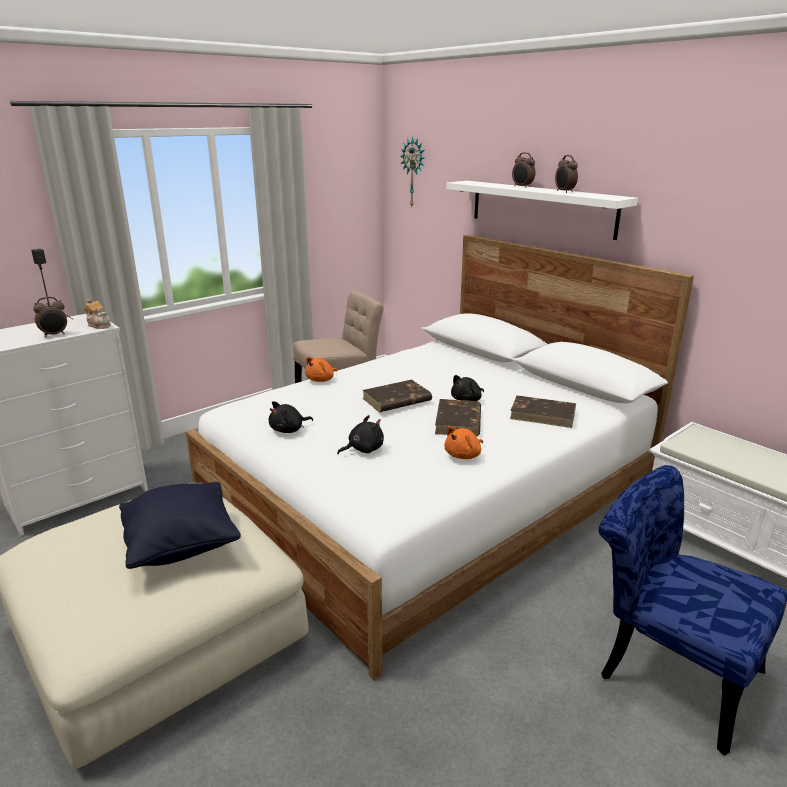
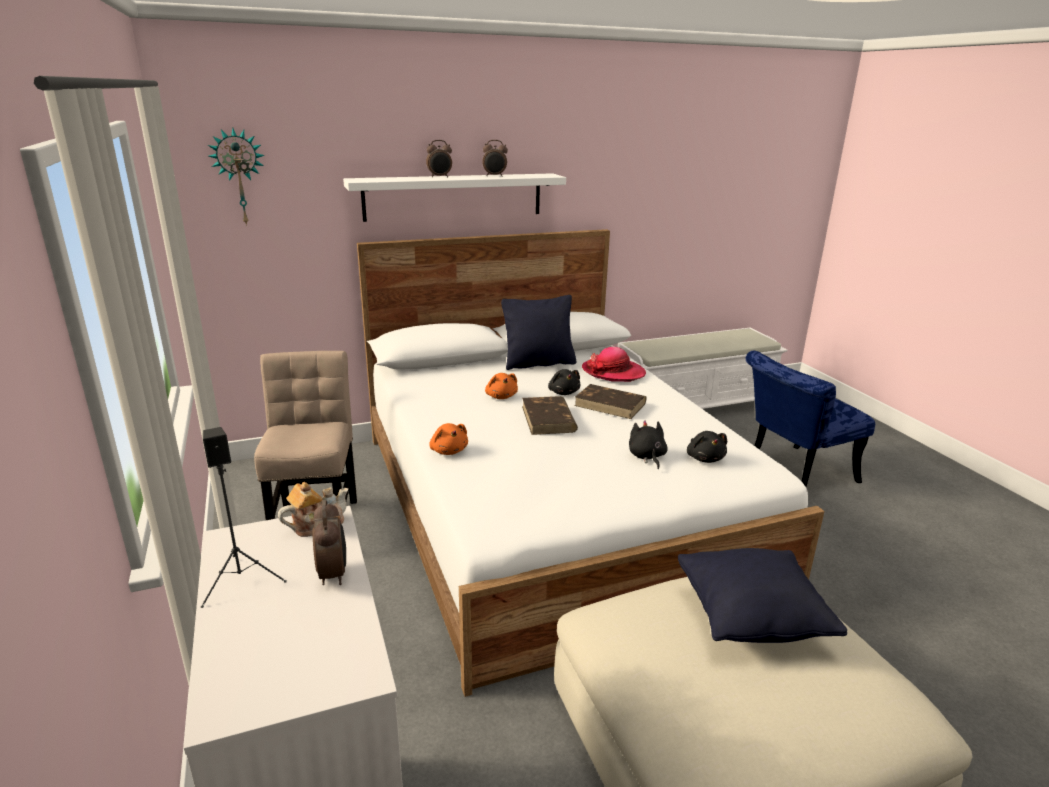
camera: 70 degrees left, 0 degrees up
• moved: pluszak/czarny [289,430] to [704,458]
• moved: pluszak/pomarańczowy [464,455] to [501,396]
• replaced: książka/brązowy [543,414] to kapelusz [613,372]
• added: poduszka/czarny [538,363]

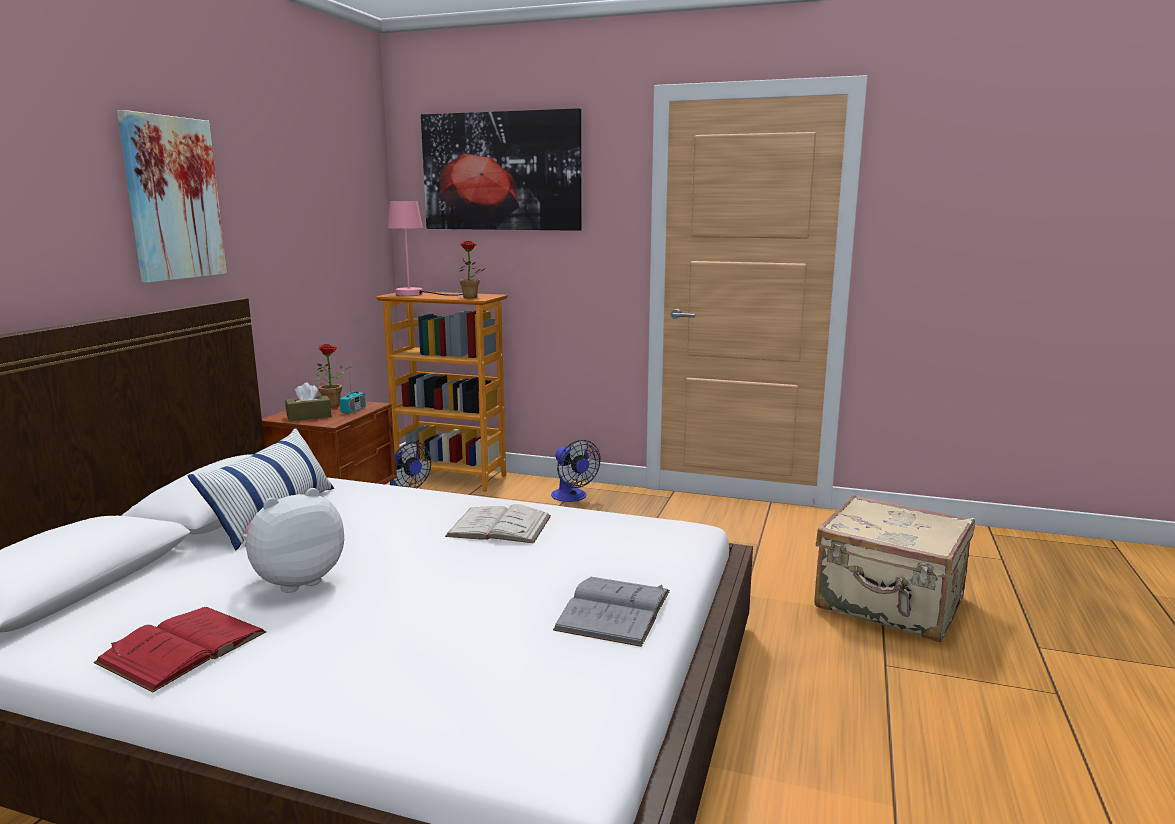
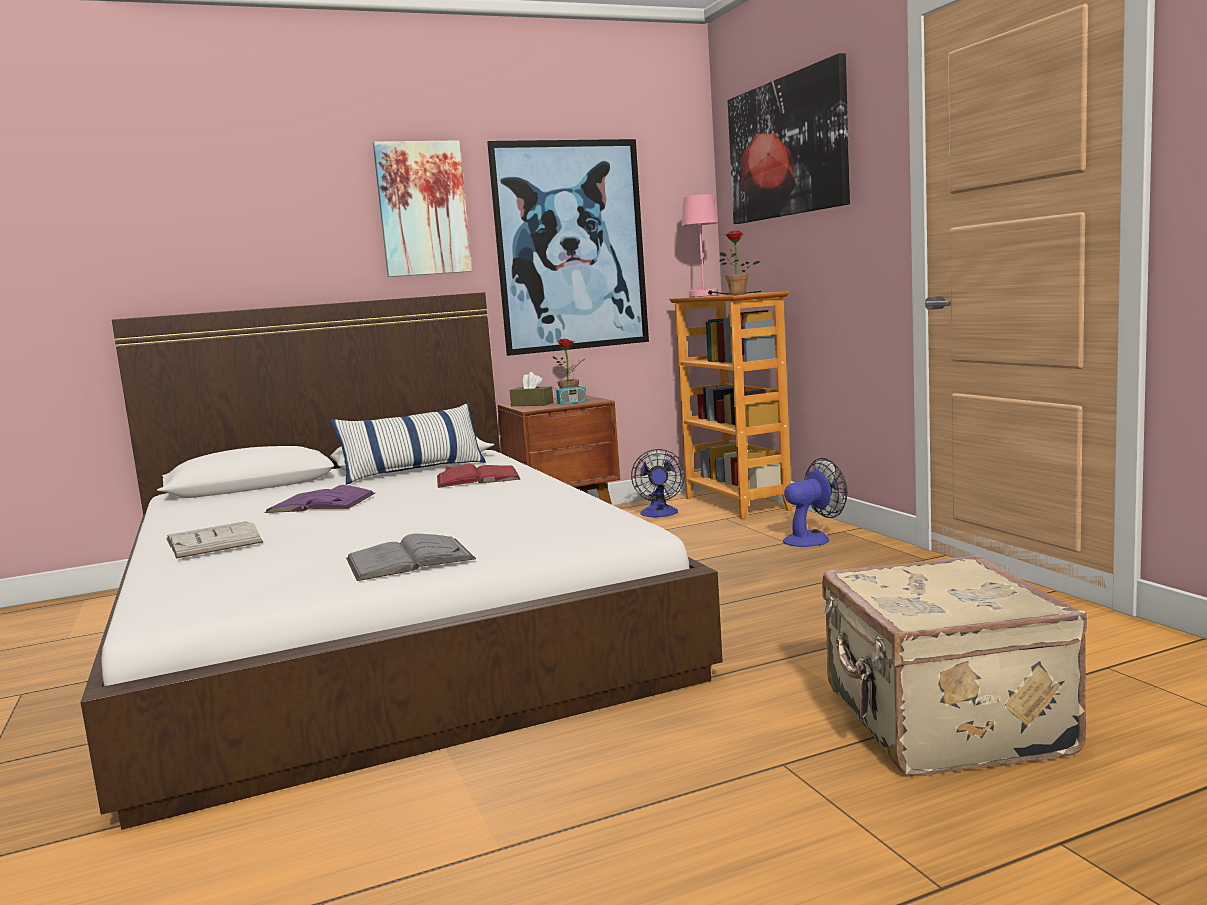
camera: 50 degrees right, 5 degrees down
• moved: książka/czerwony [183,647] to [477,478]
• replaced: pluszak [295,581] to książka/fioletowy [321,503]
• moved: książka/biały [499,526] to [213,540]
• turned: wentylator [572,497] = [813,539] 135 degrees counterclockwise
• added: obraz [570,246]

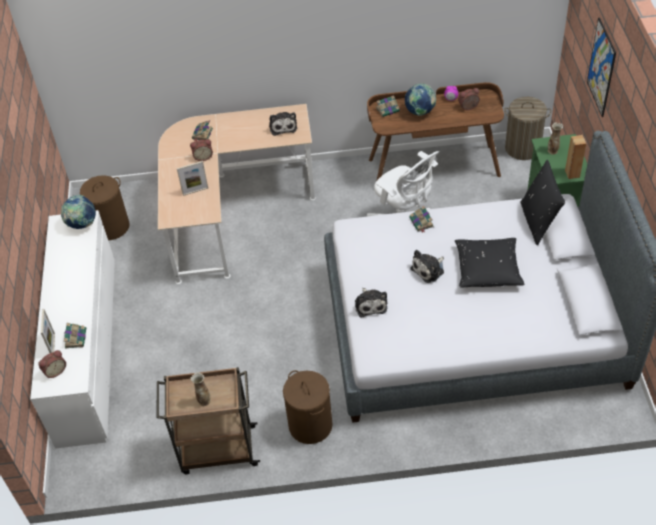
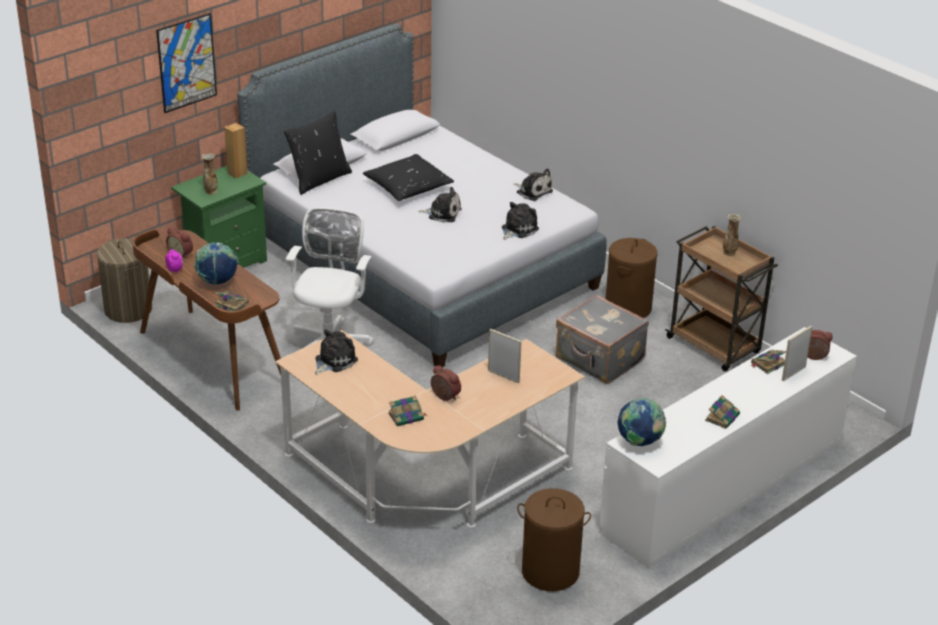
camera: 130 degrees left, 15 degrees down
• moved: książka [421,223] to [722,417]
• added: pluszak [533,191]
• added: walizka/szary [599,360]

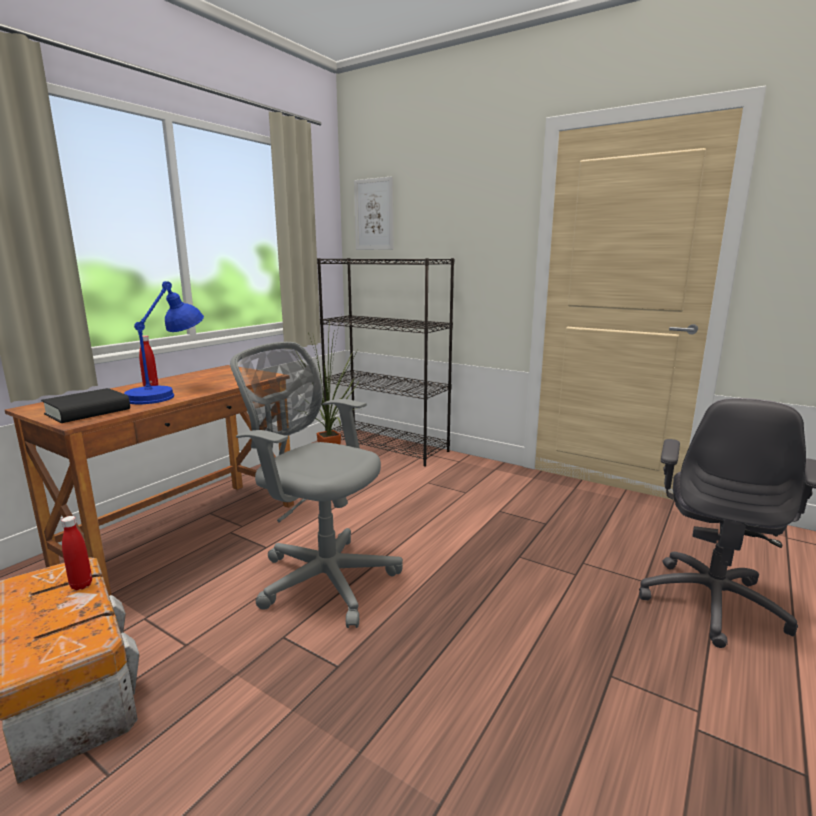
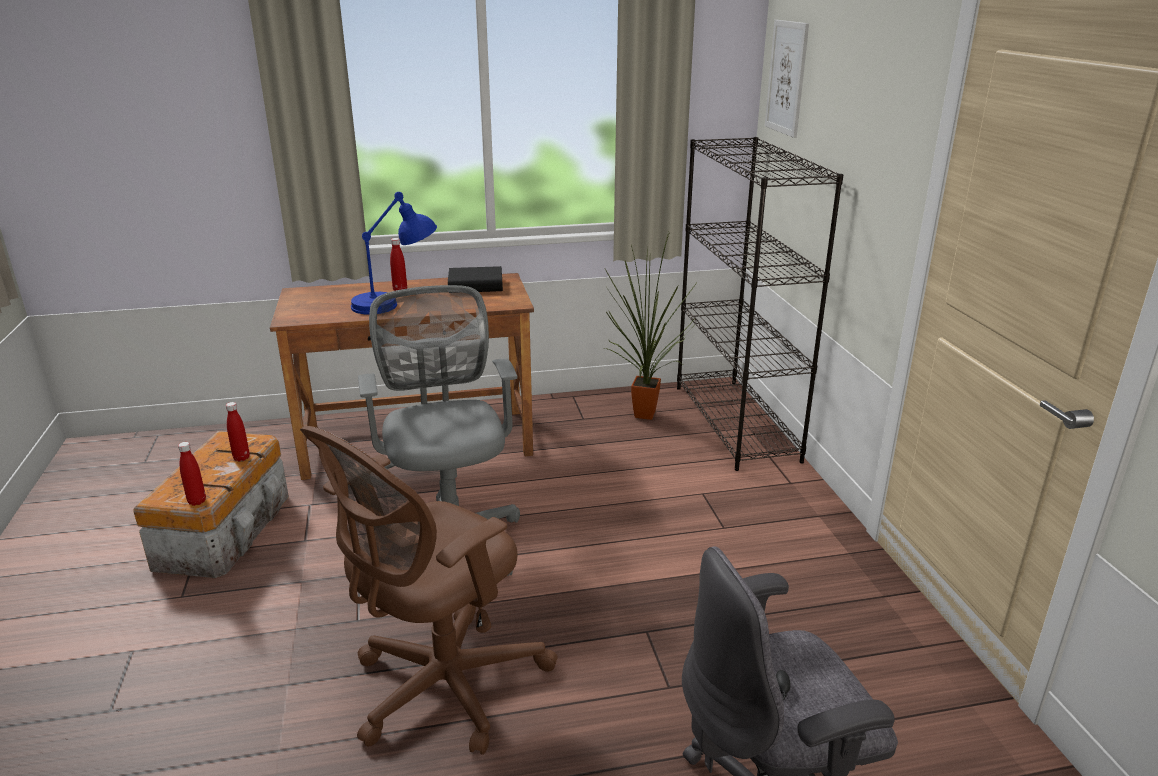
camera: 45 degrees right, 10 degrees up
• moved: książka/czarny [88,412] to [475,286]
• added: butelka/czerwony [197,501]
• added: krzesło biurowe/brązowy [440,688]

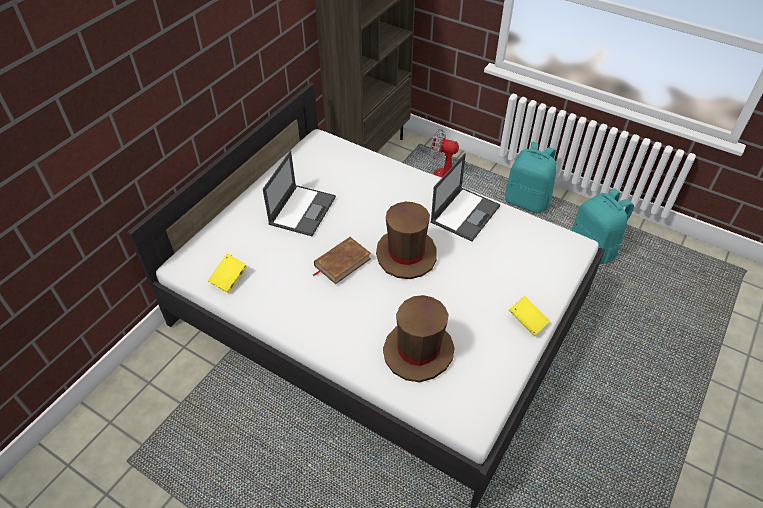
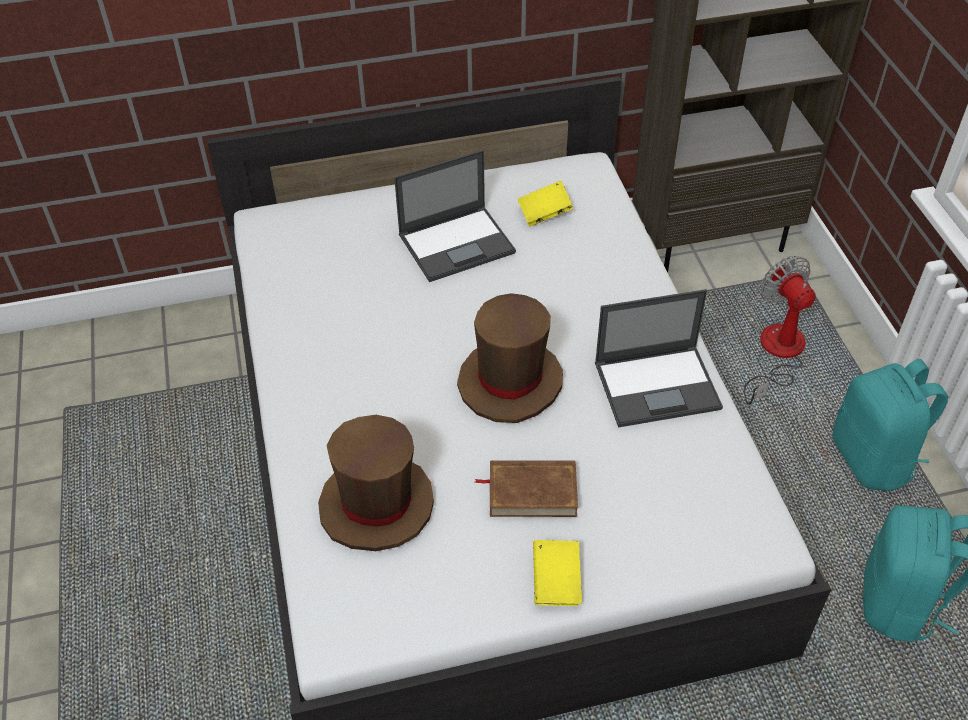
camera: 45 degrees right, 0 degrees up
• moved: książka/żółty [229,279] to [544,213]
• moved: książka/brązowy [342,262] to [532,491]

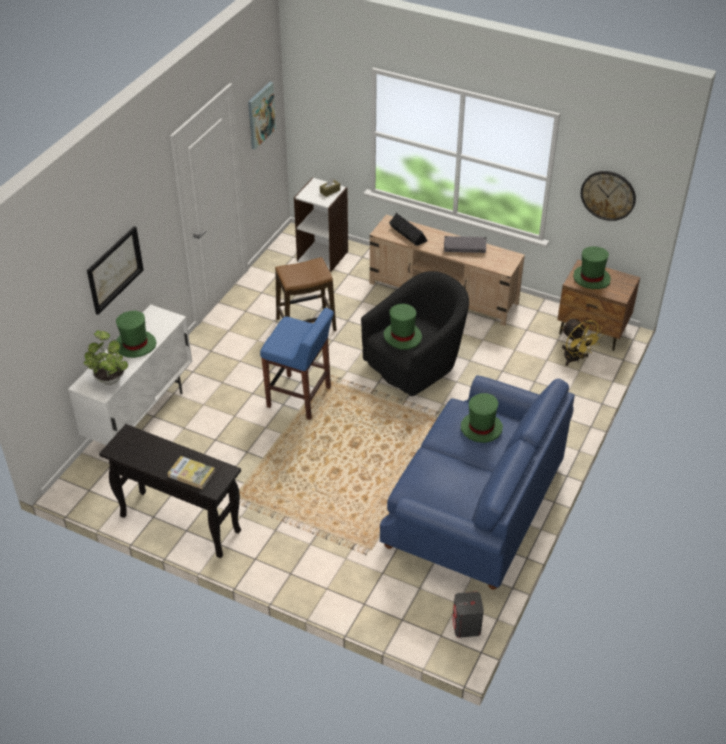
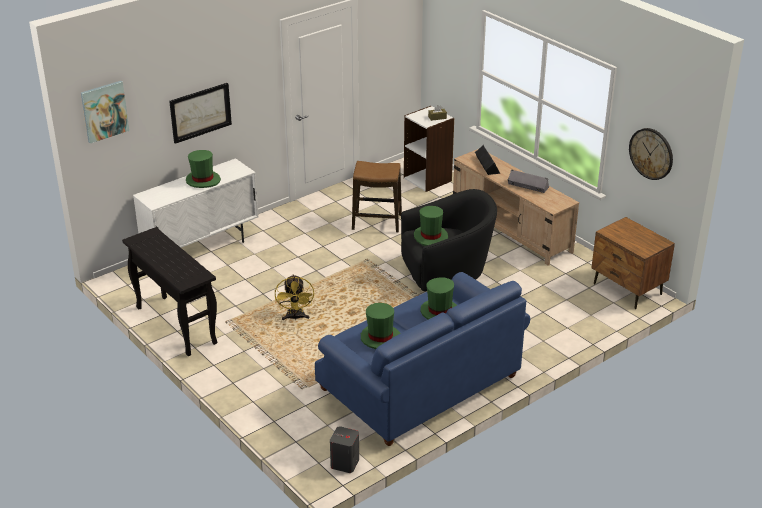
camera: 25 degrees right, 10 degrees down
• removed: roślina doniczkowa [109,377]
• removed: książka [191,474]
• moved: obraz [260,115] to [104,111]
• removed: stołek/niebieski [300,397]
• moved: wentylator/żółty [575,359] to [295,317]
• moved: kapelusz/zielony [591,278] to [380,338]

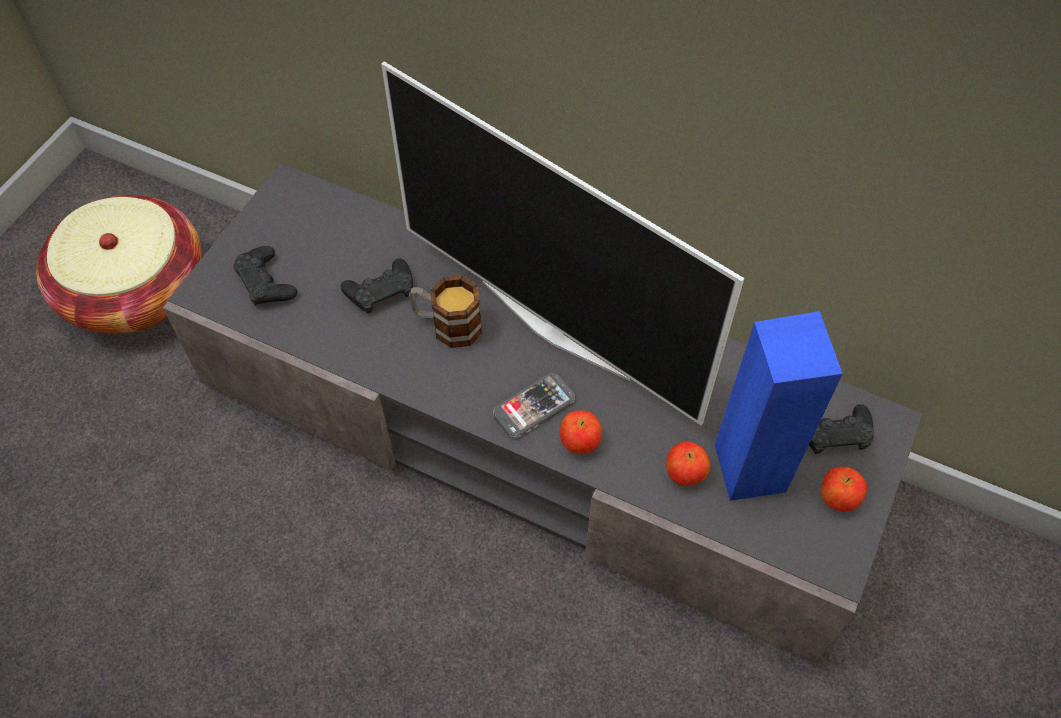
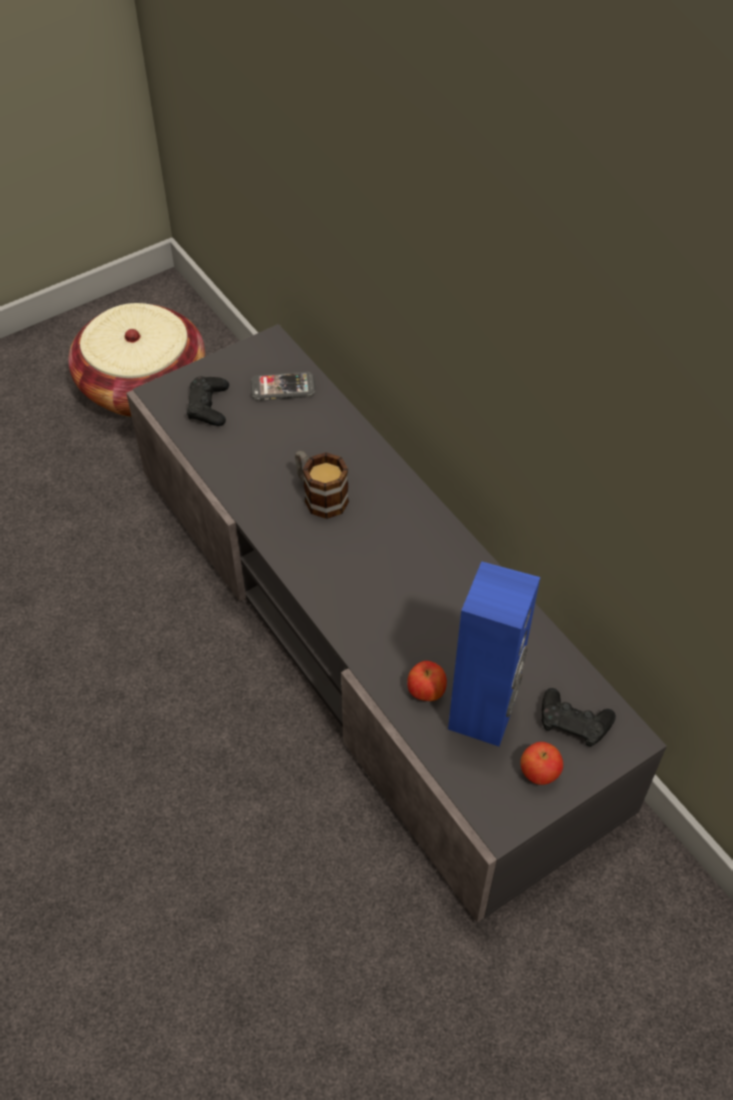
camera: 30 degrees right, 5 degrees down
• removed: pad do gier/czarny [381,291]
• removed: telewizor [556,328]
• moved: telefon [534,407] to [283,388]
• removed: jabłko [579,442]

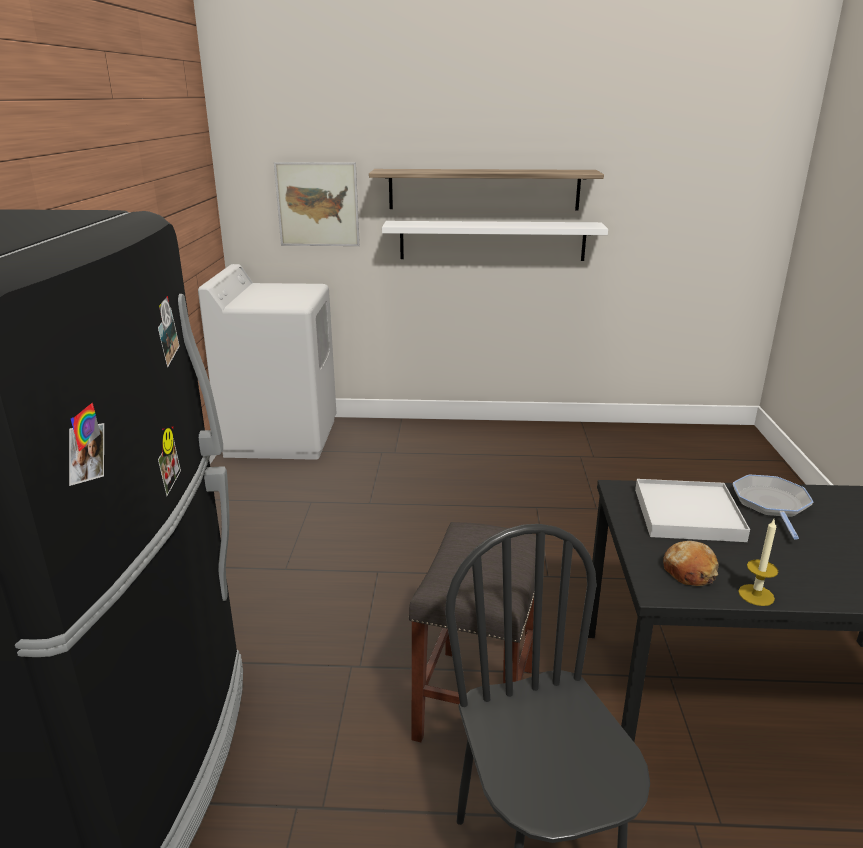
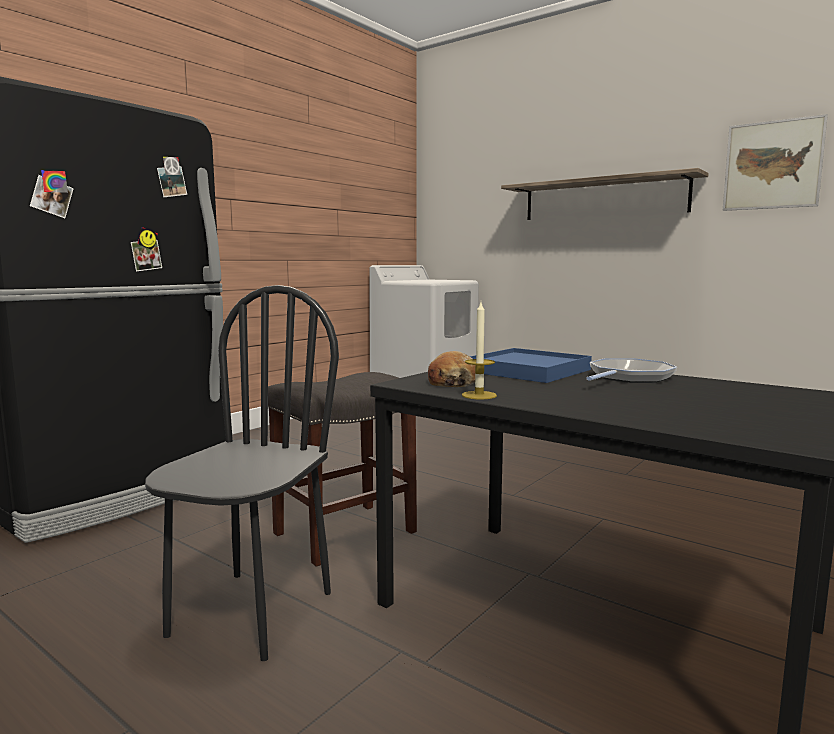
camera: 35 degrees right, 15 degrees down
• moved: obraz [317,204] to [772,165]
• removed: półka/biały [492,240]
• recoloured: taca/biały [688,514] to taca/niebieski [528,370]

